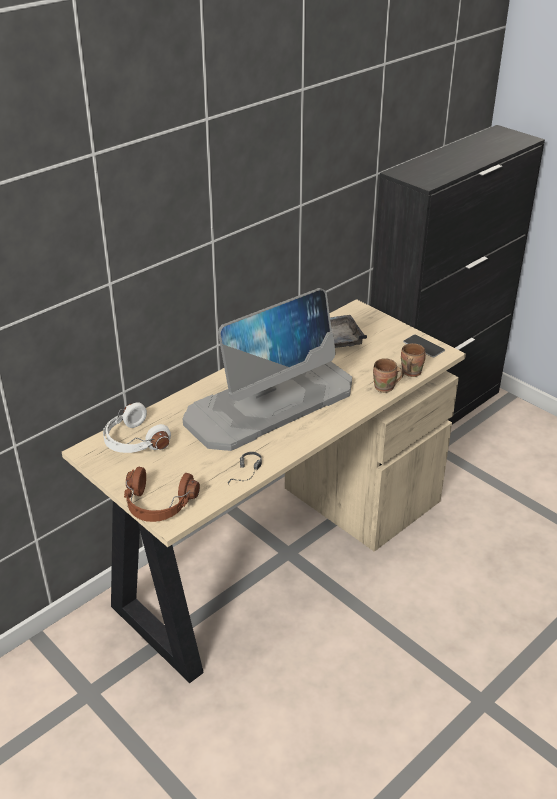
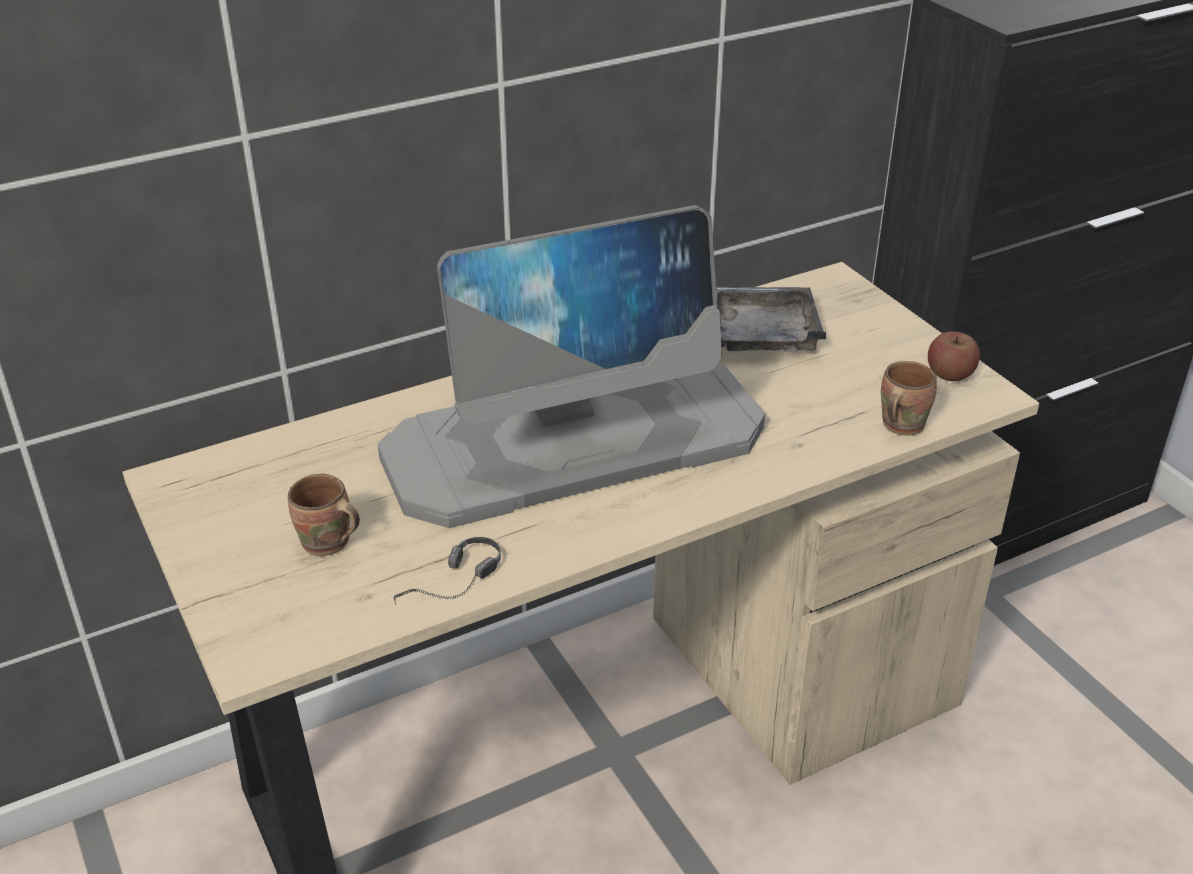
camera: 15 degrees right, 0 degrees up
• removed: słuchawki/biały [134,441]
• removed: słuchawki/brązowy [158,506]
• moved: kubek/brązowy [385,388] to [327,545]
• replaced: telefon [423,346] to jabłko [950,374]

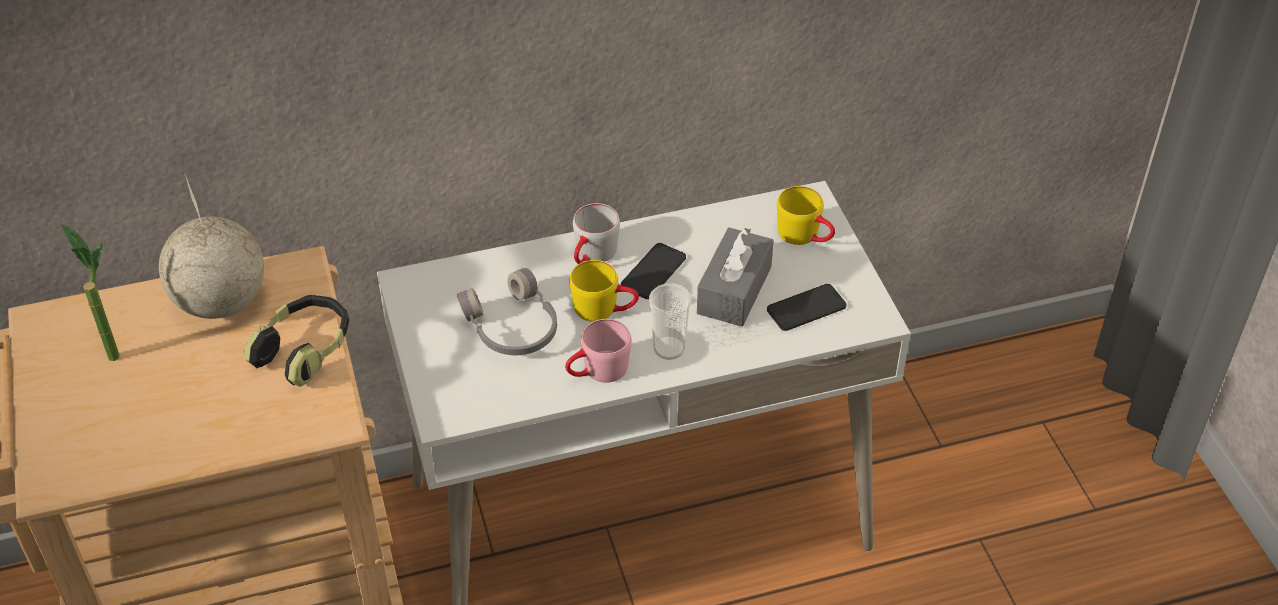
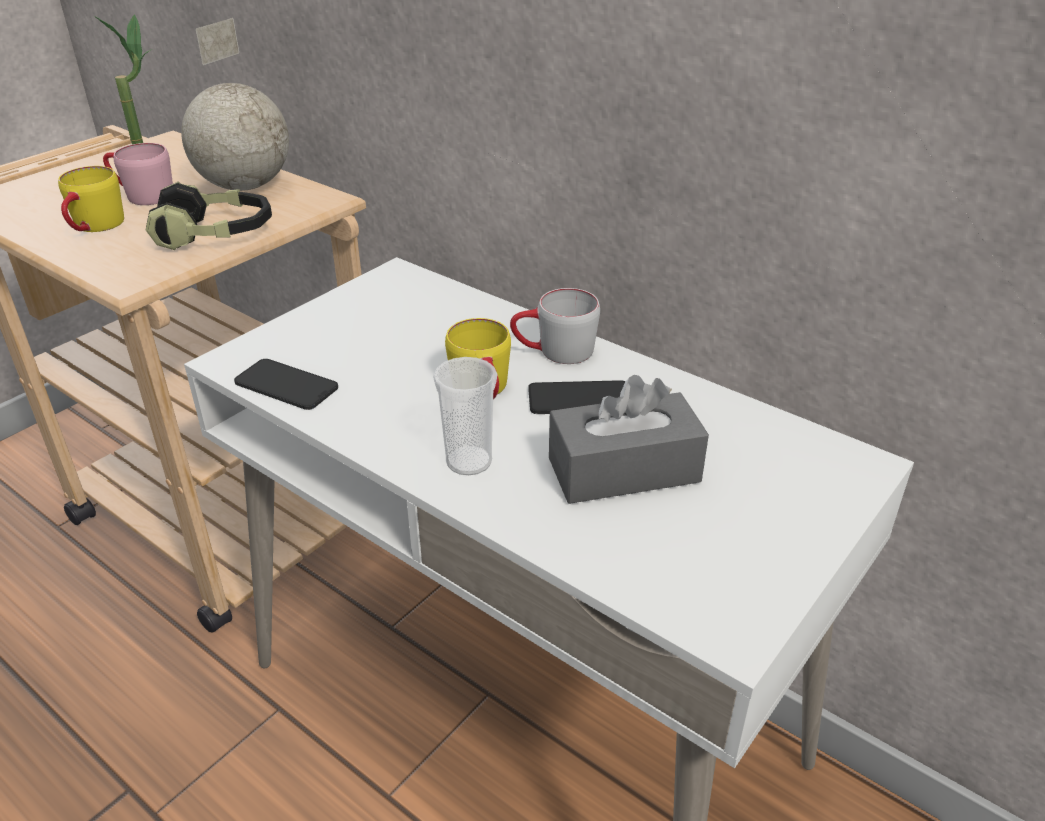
camera: 55 degrees right, 10 degrees down
• removed: słuchawki/szary [511,327]
• moved: kubek/różowy [597,372] to [141,195]
• moved: telefon [806,308] to [286,385]
• moved: kubek/żółty [806,236] to [94,227]

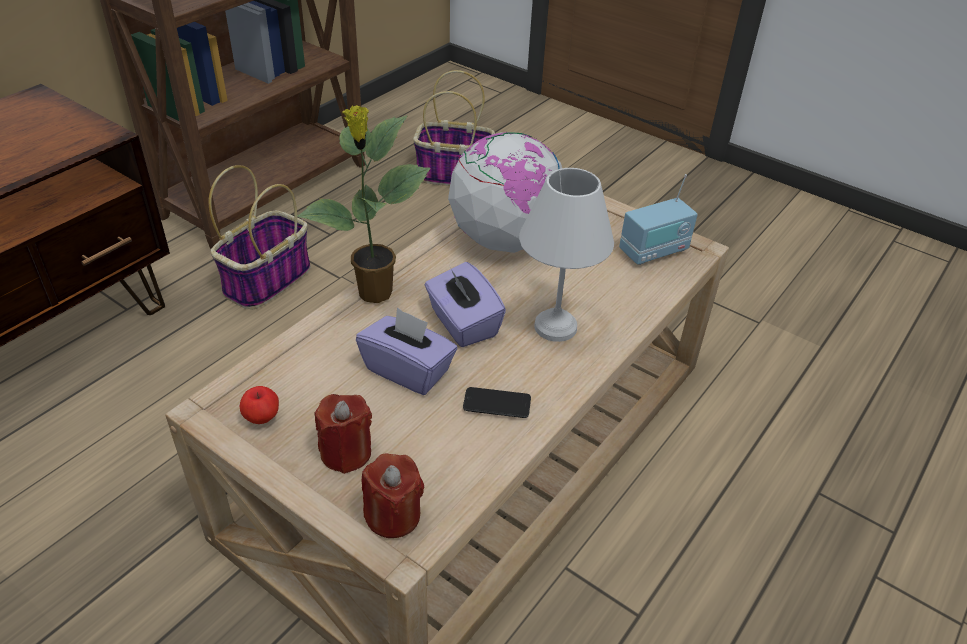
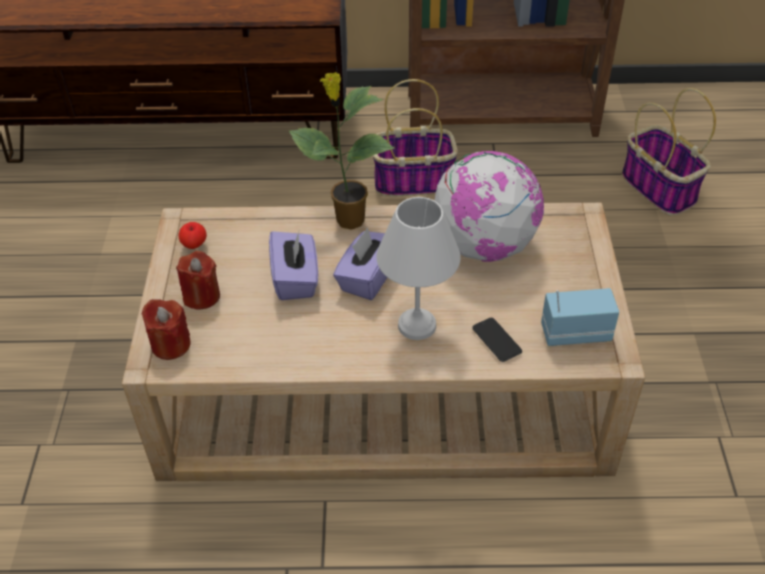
camera: 55 degrees right, 5 degrees up
• moved: telefon [497,403] to [496,340]
• turned: radio [654,251] = [575,333] 150 degrees clockwise

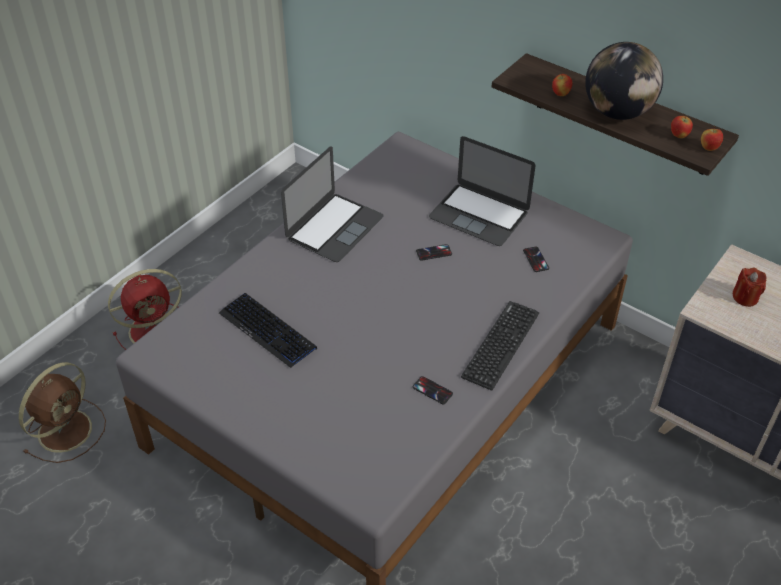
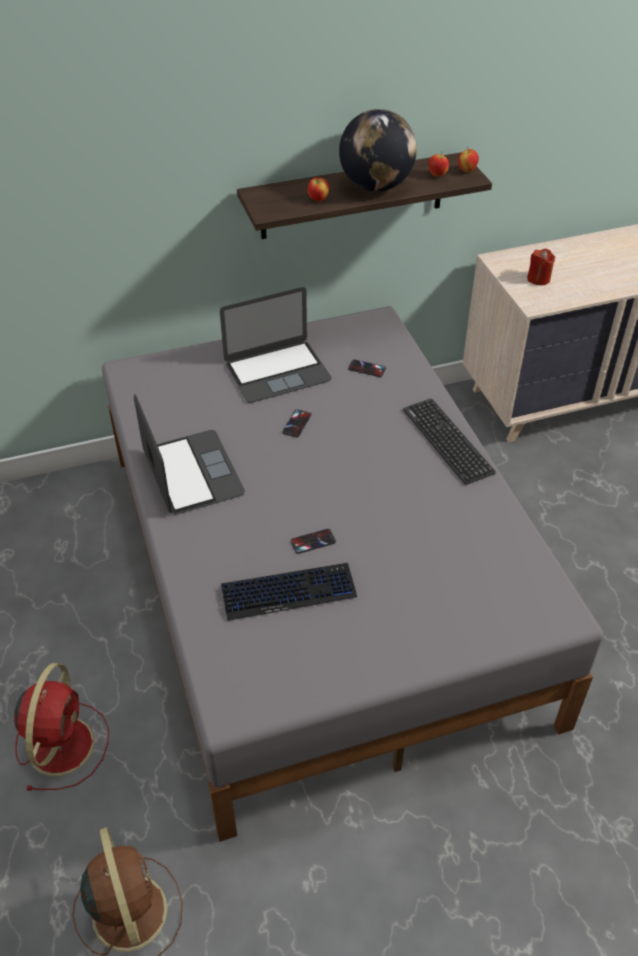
camera: 55 degrees left, 0 degrees up
• moved: telefon [432,390] to [313,541]

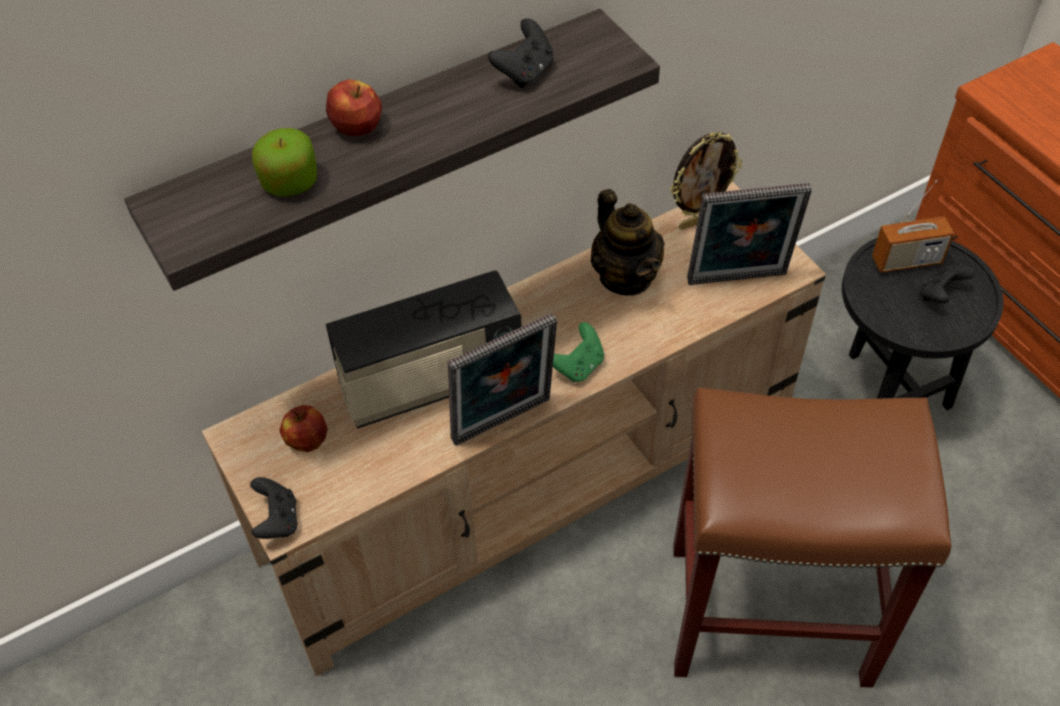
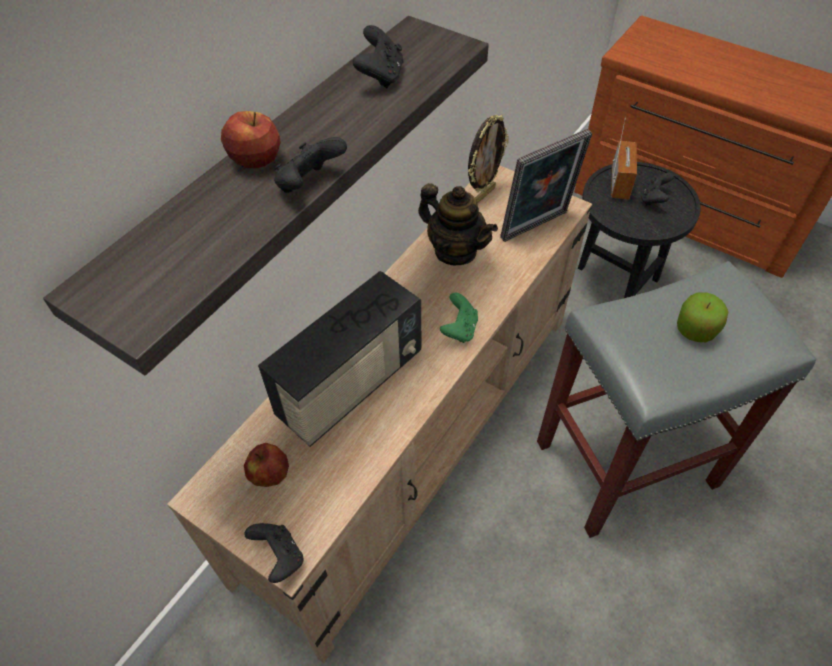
camera: 25 degrees left, 0 degrees up
• moved: jabłko [290,182] to [695,329]
• removed: ramka na zdjęcie [504,424]
• recoloured: stołek/brązowy [772,612] to stołek/szary [627,462]
• turned: radio [906,261] = [620,183] 45 degrees counterclockwise
• added: pad do gier/czarny [309,185]

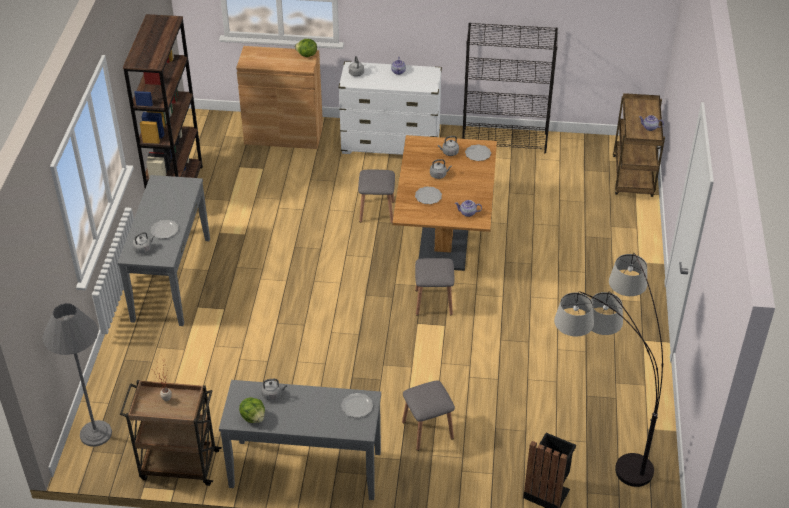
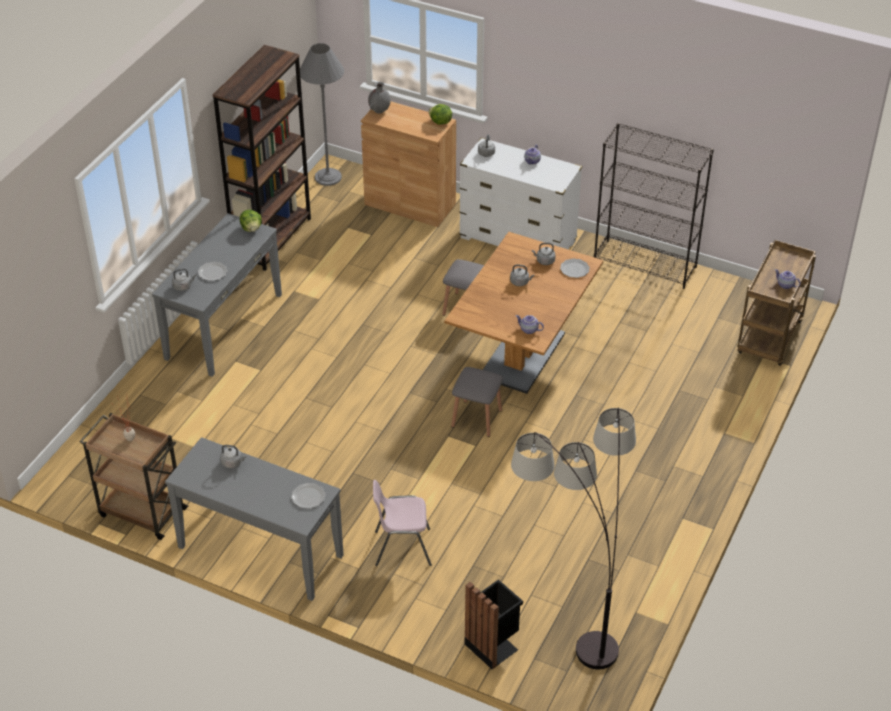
camera: 20 degrees right, 0 degrees up
• moved: lampa stojąca/szary [95,433] to [328,177]
• moved: sałata [253,417] to [251,228]
• replaced: stołek/szary [427,430] to krzesło/różowy [402,547]
• removed: talerz [428,196]
• added: wazon/szary [379,111]

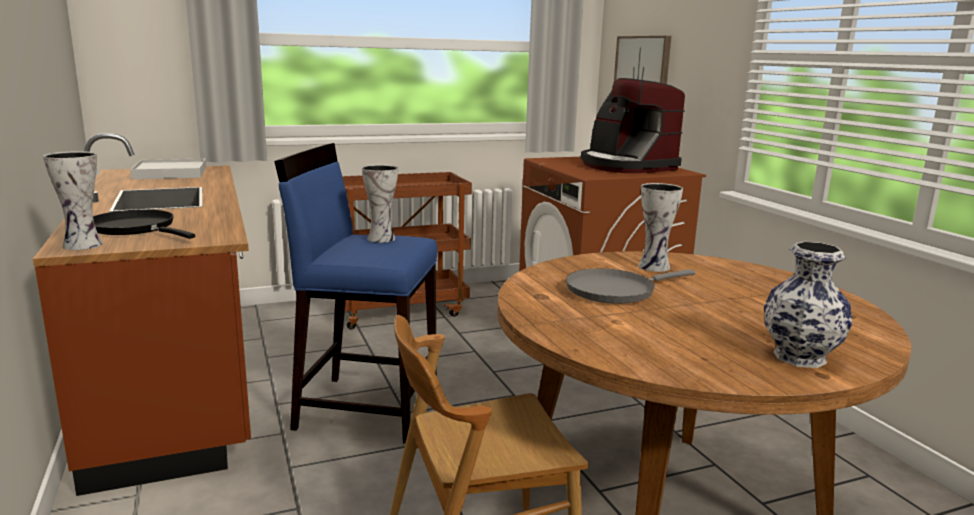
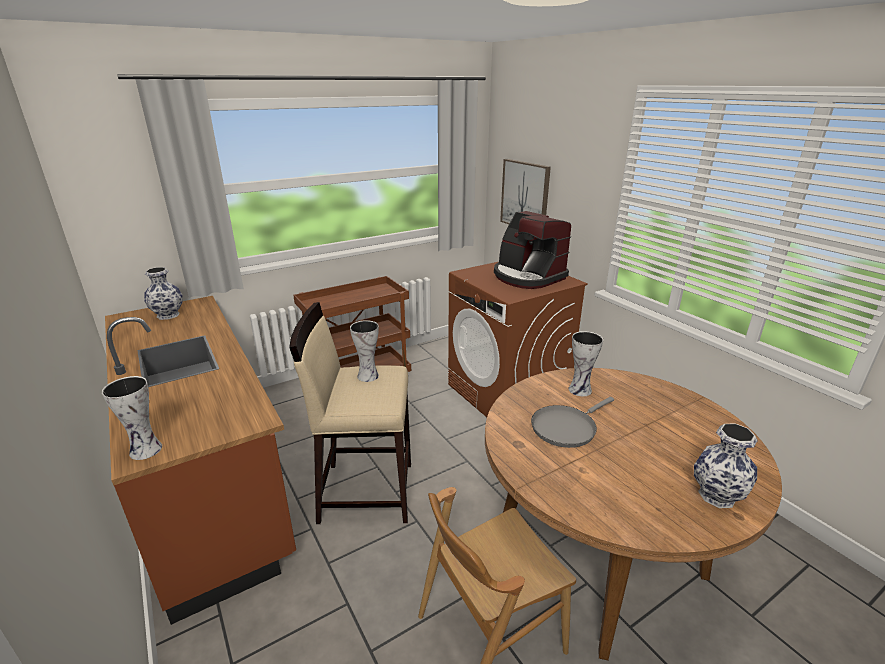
camera: 10 degrees left, 10 degrees up
• removed: patelnia/czarny [136,228]
• replaced: taca/biały [170,173] to wazon [168,315]
• recoloured: stołek/niebieski [366,407] to stołek/beżowy [365,491]

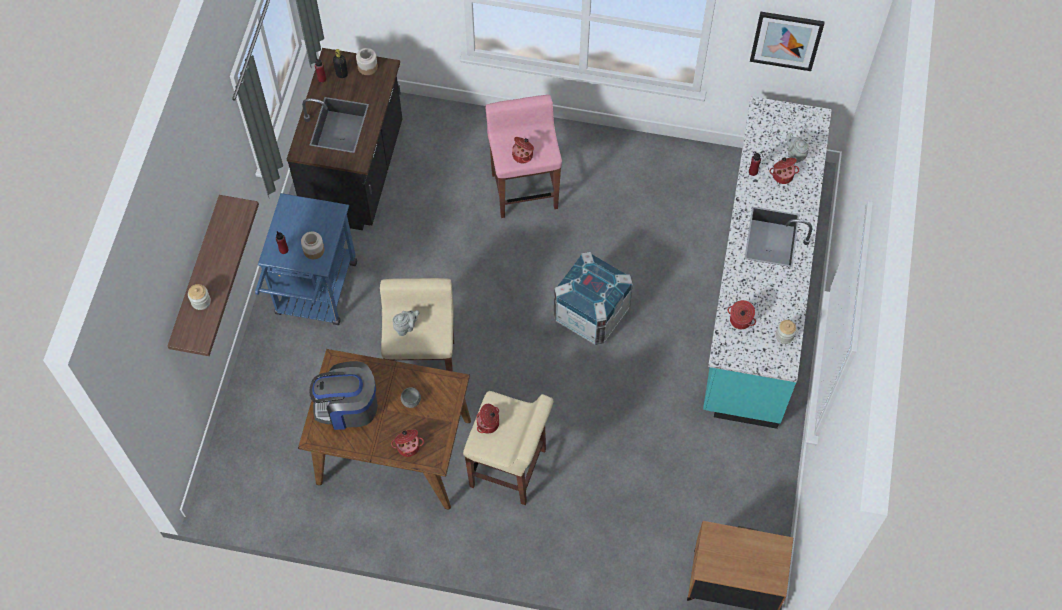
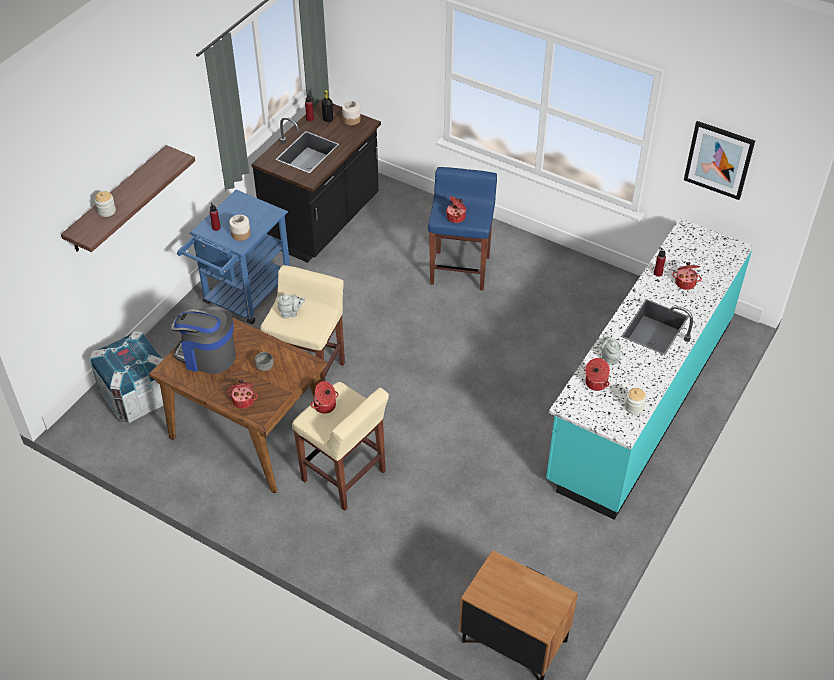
camera: 20 degrees right, 15 degrees down
• recoloured: stołek/różowy [524,190] to stołek/niebieski [460,269]
• moved: skrzynka [591,313] to [137,397]
• moved: imbryk/szary [795,154] to [609,357]

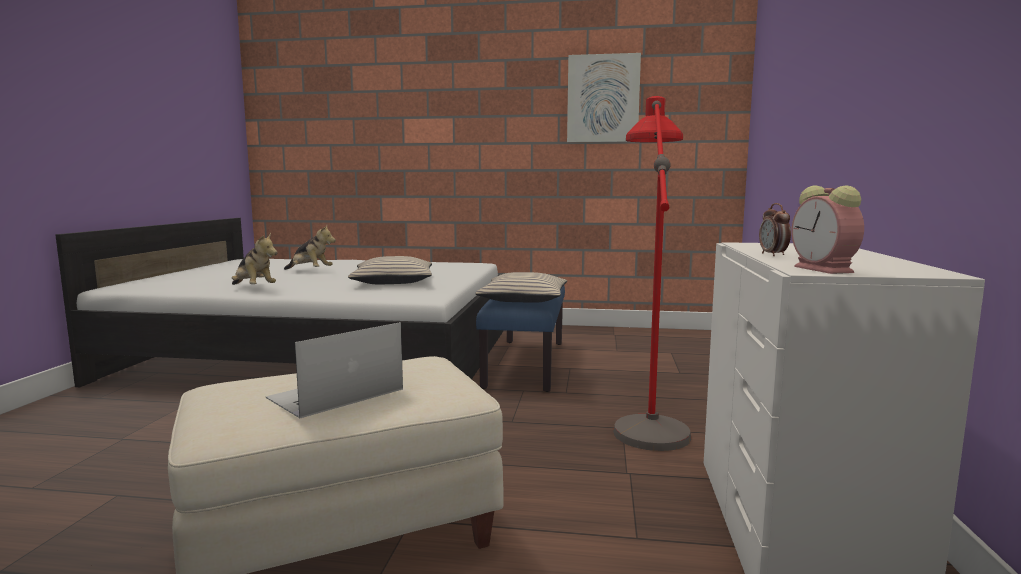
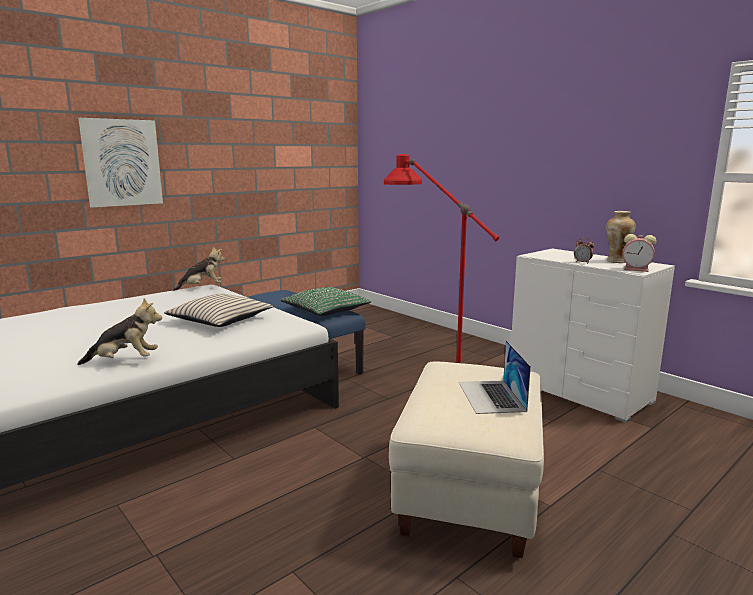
camera: 50 degrees left, 5 degrees up
• moved: pluszak [310,271] to [202,287]
• recoloured: poduszka/beżowy [523,299] to poduszka/zielony [325,310]
• moved: obraz [603,98] to [122,163]
• added: wazon [616,261]

